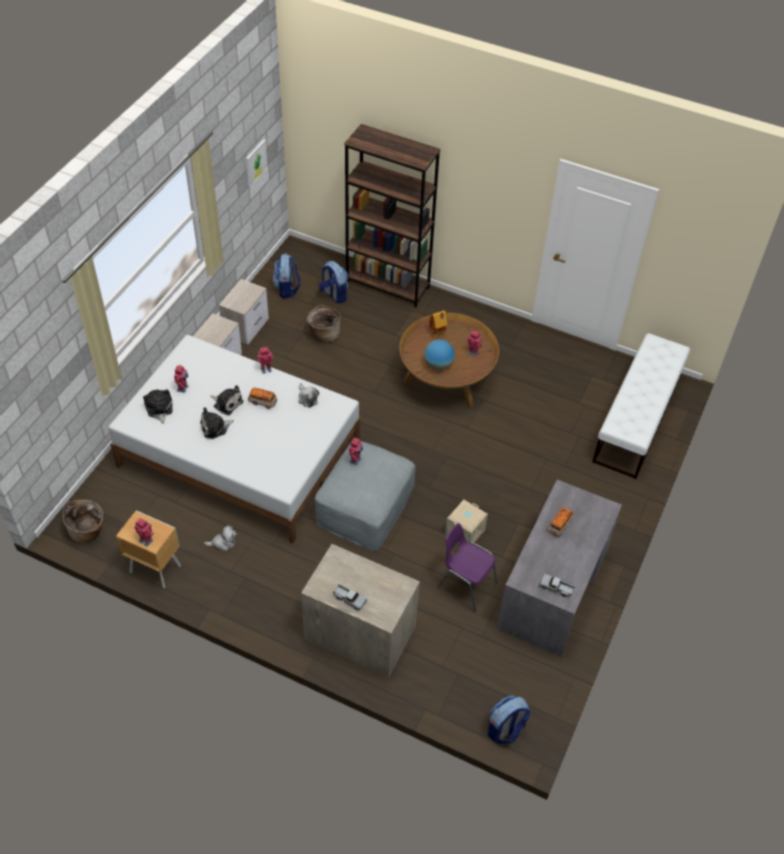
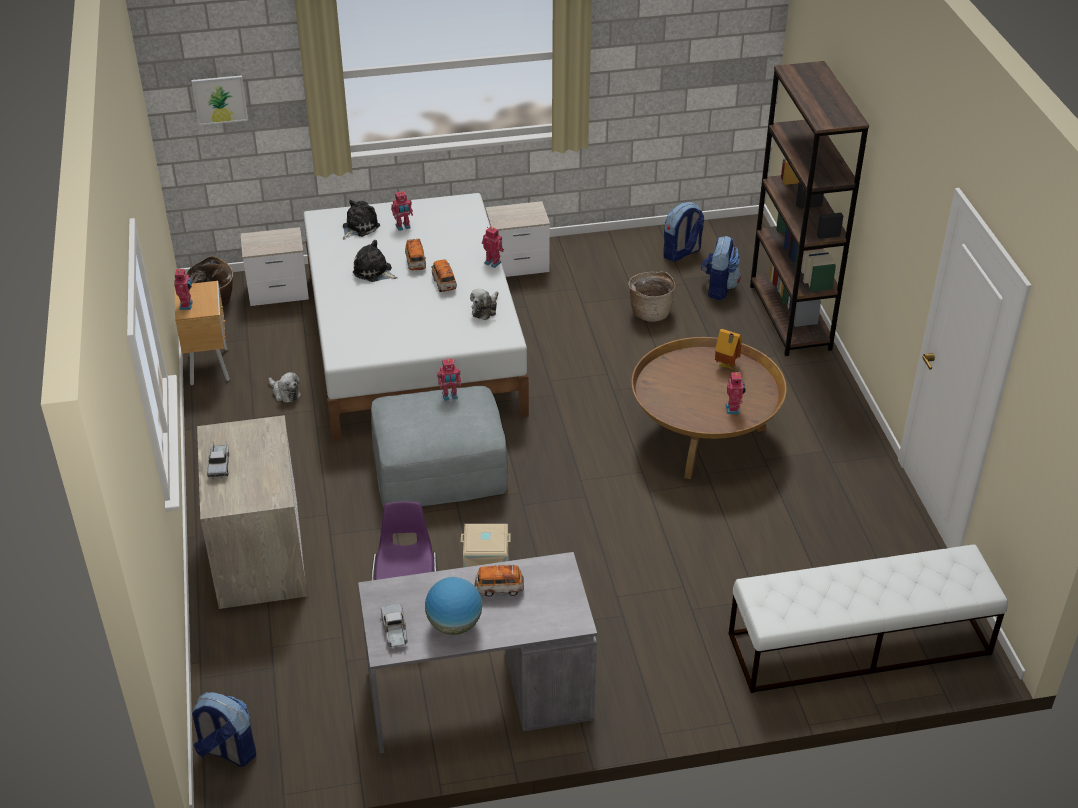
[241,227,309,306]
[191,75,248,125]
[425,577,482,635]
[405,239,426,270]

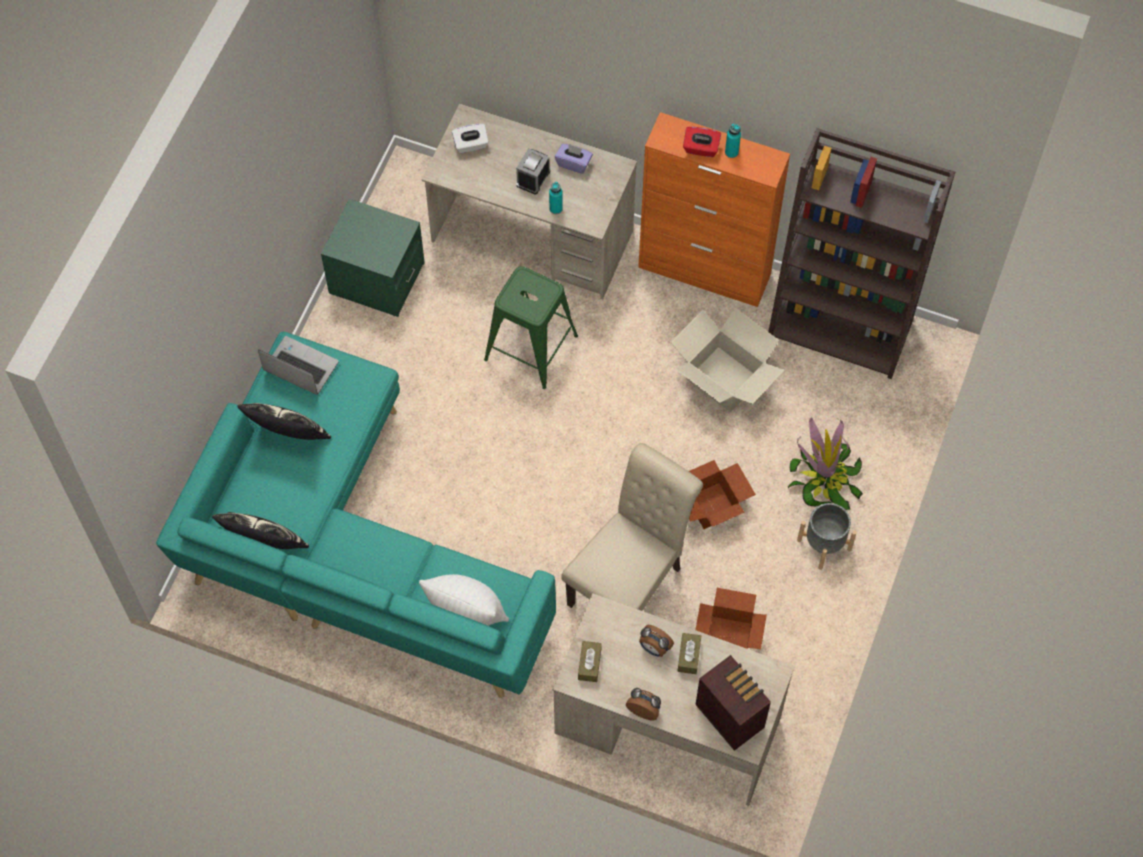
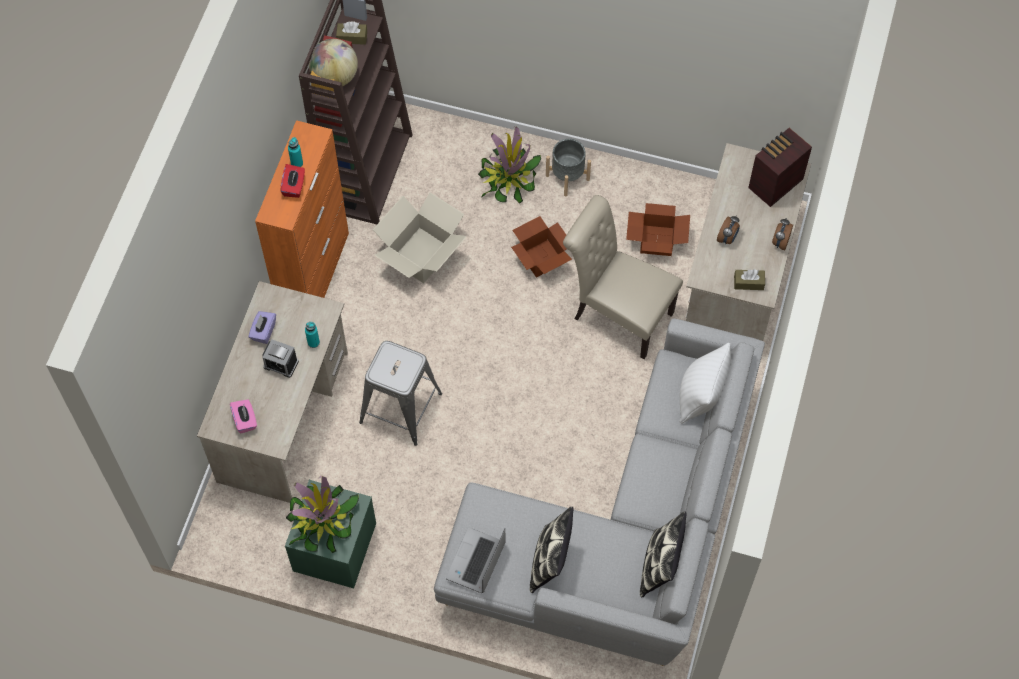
[286,476,359,553]
[309,39,358,86]
[336,21,367,45]
[434,318,765,666]
[230,399,257,433]
[359,341,442,446]

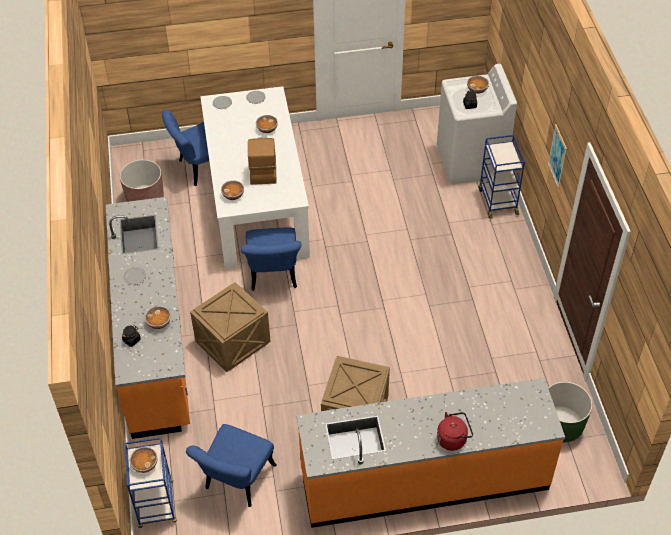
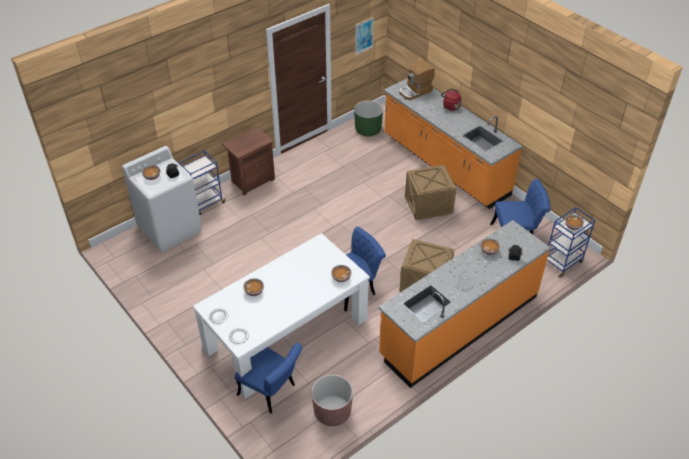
[222,127,275,196]
[399,60,435,100]
[355,17,374,56]

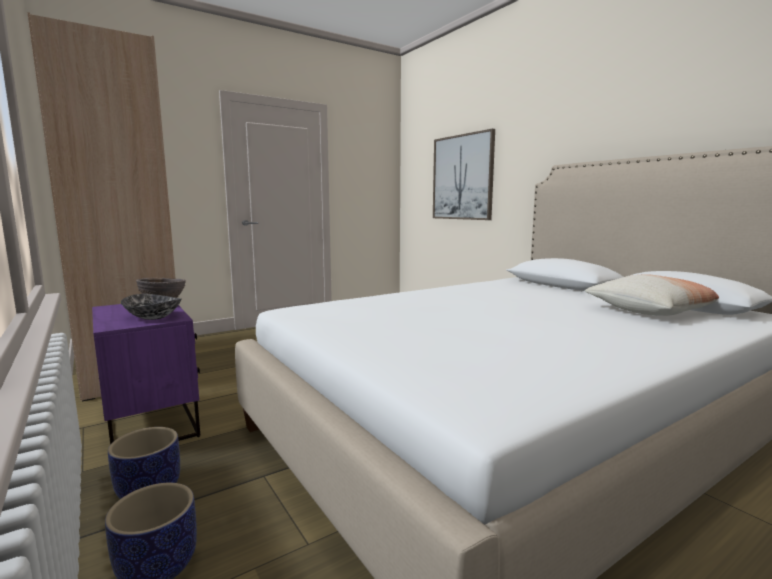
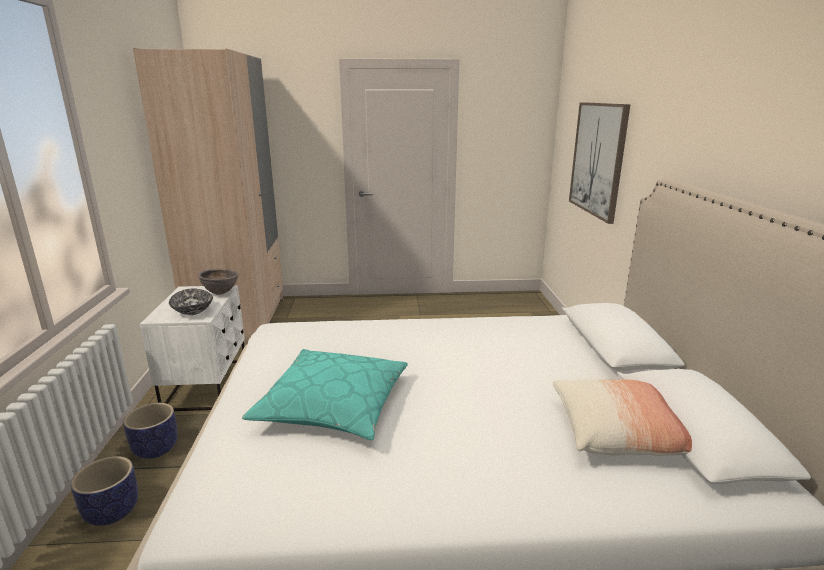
[242,349,408,440]
[140,285,245,411]

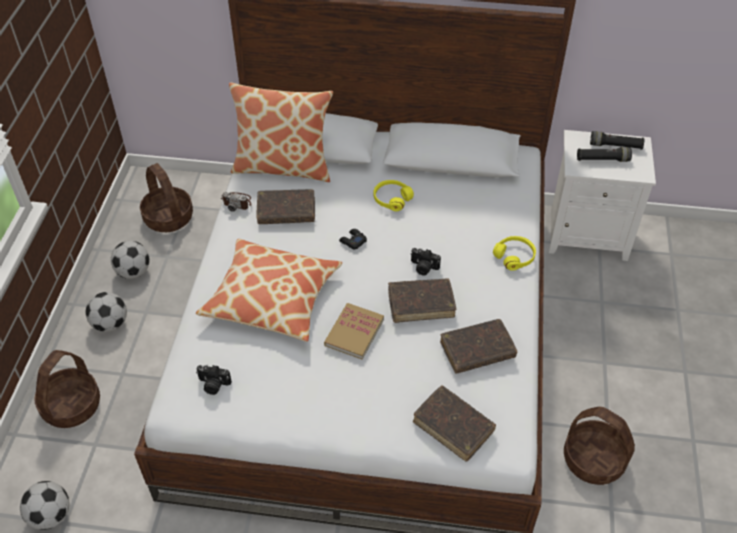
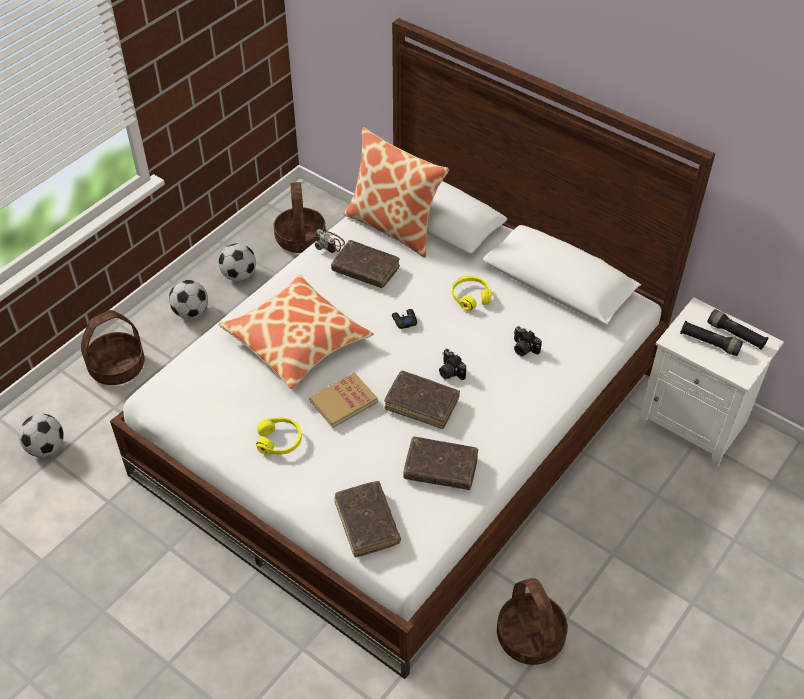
[514,326,542,356]
[256,418,302,455]

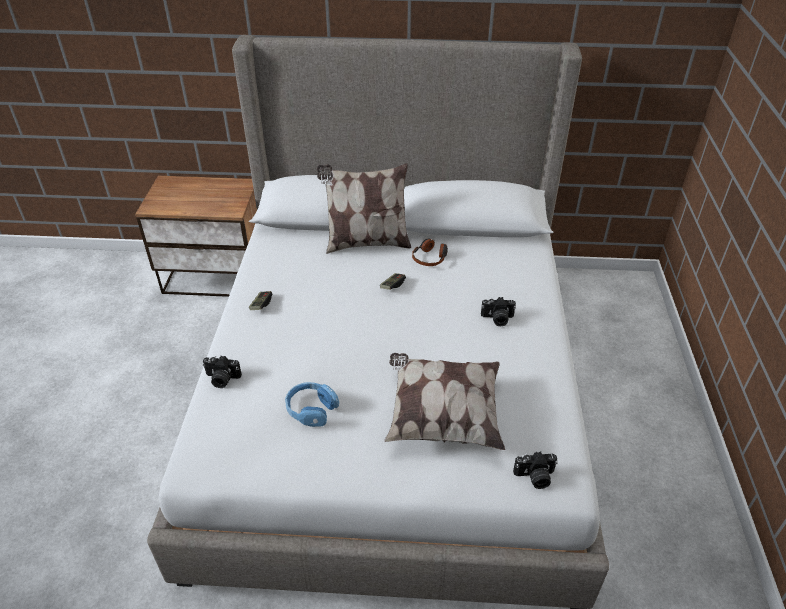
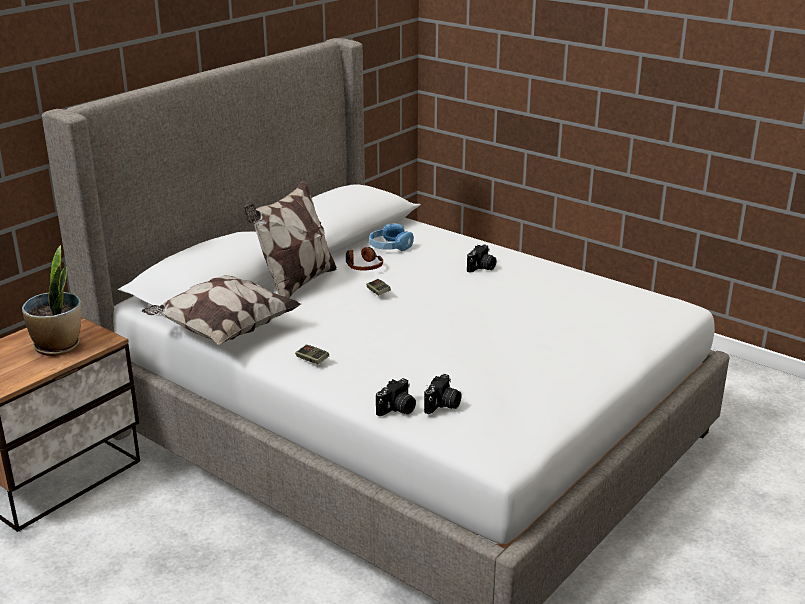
[22,245,81,356]
[369,223,414,251]
[142,275,301,345]
[424,374,461,414]

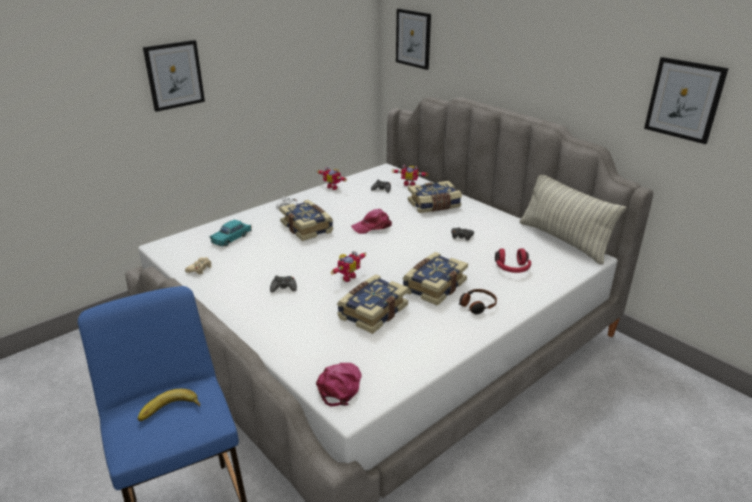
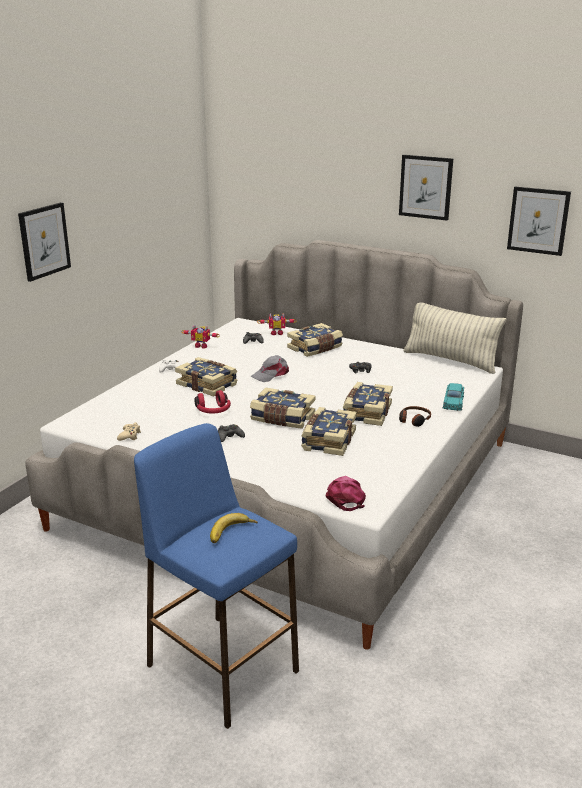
[443,383,464,411]
[399,155,453,221]
[194,390,231,414]
[250,388,316,429]
[251,355,289,382]

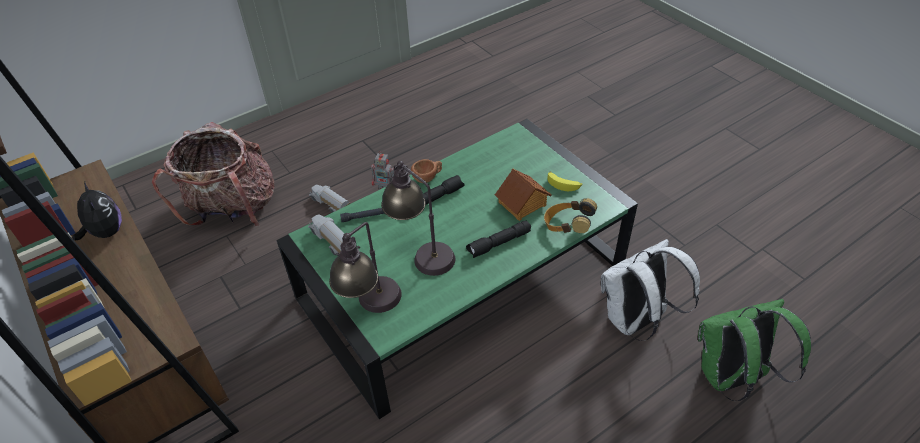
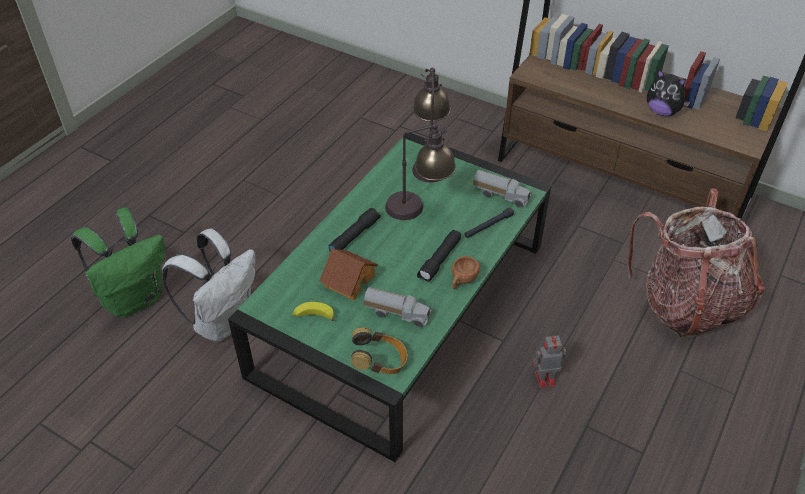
[364,287,432,327]
[351,327,408,374]

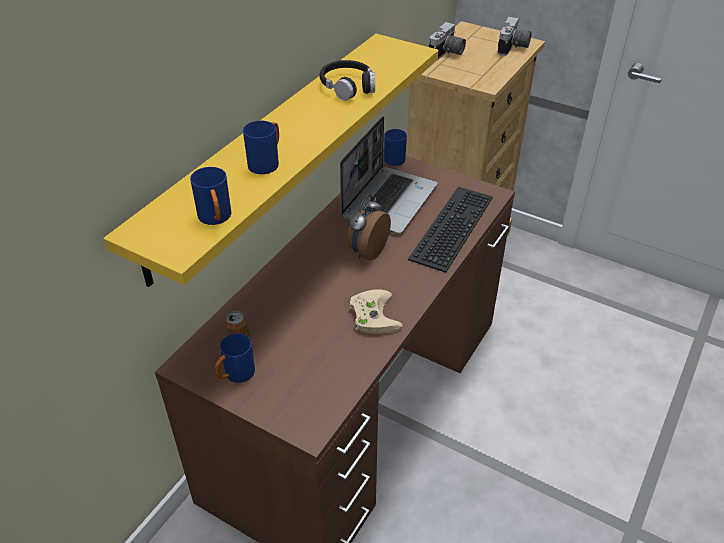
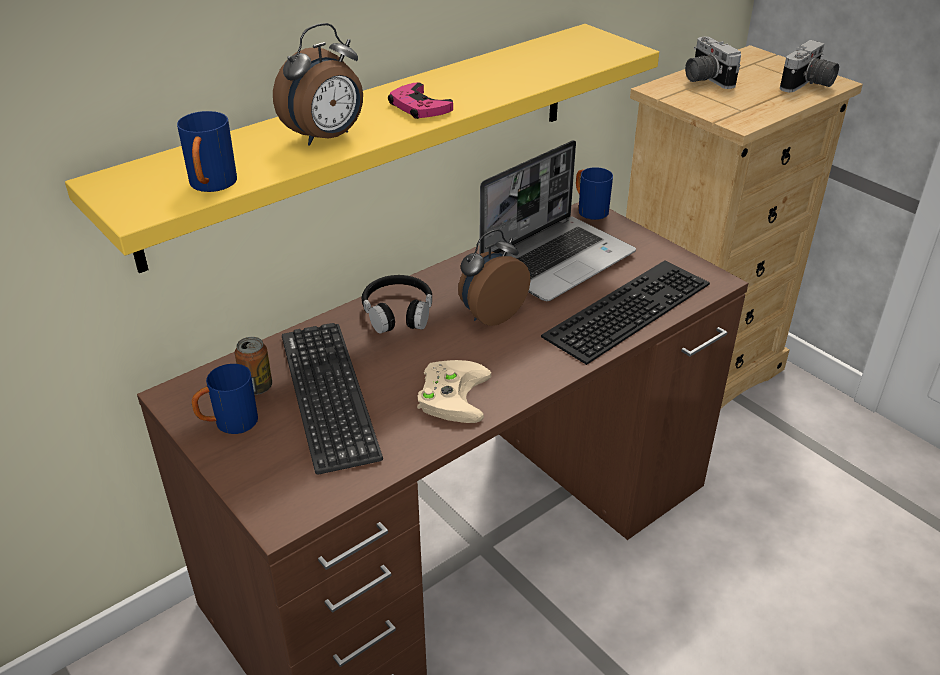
[282,323,383,474]
[388,82,453,119]
[361,275,432,334]
[273,23,363,146]
[685,37,741,89]

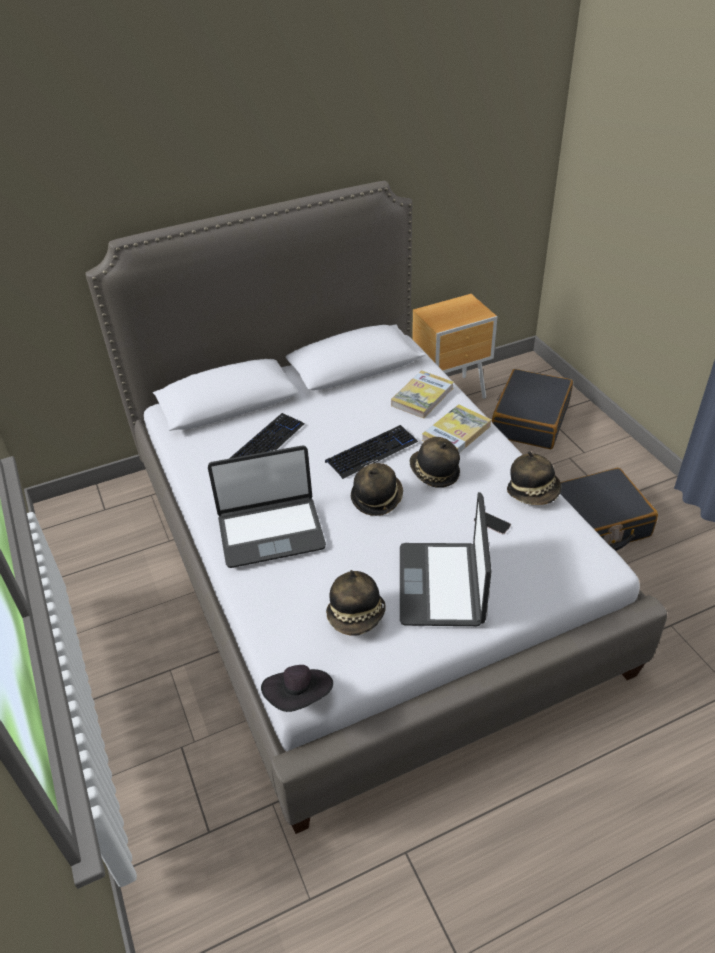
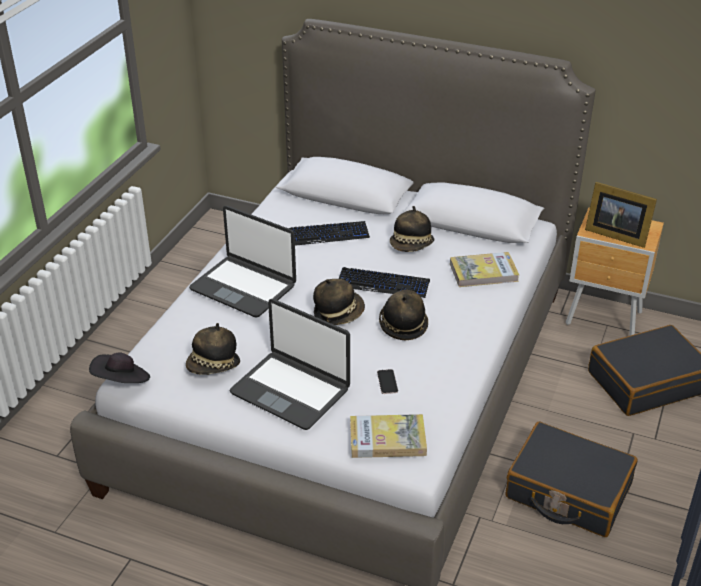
[585,182,657,248]
[350,414,427,458]
[390,206,434,252]
[230,299,350,430]

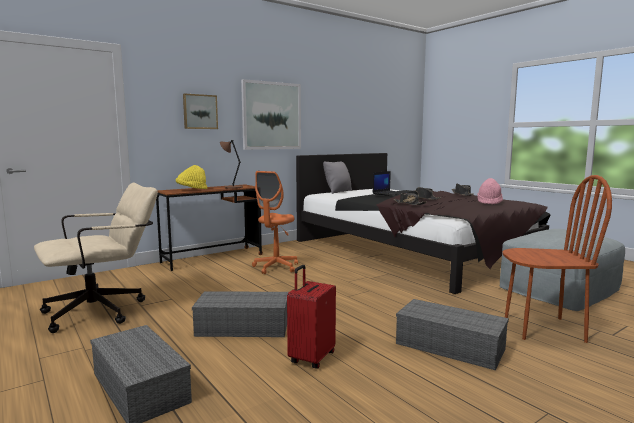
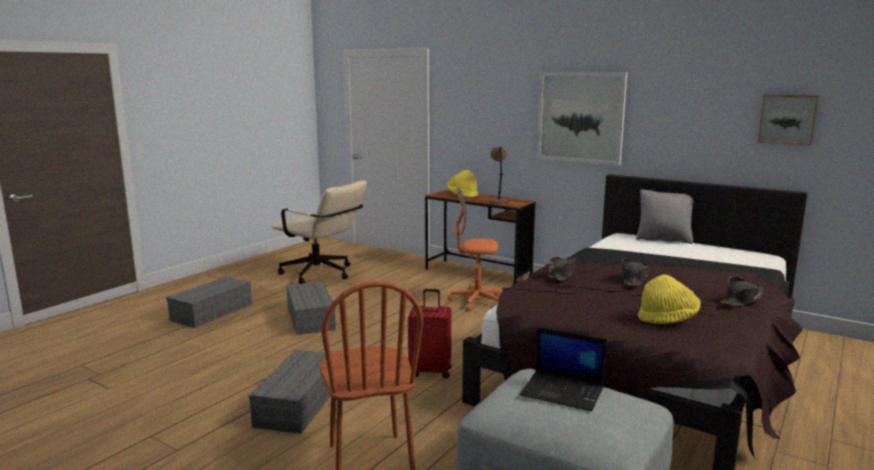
[757,94,819,145]
[408,289,452,379]
[520,327,607,412]
[638,275,701,324]

